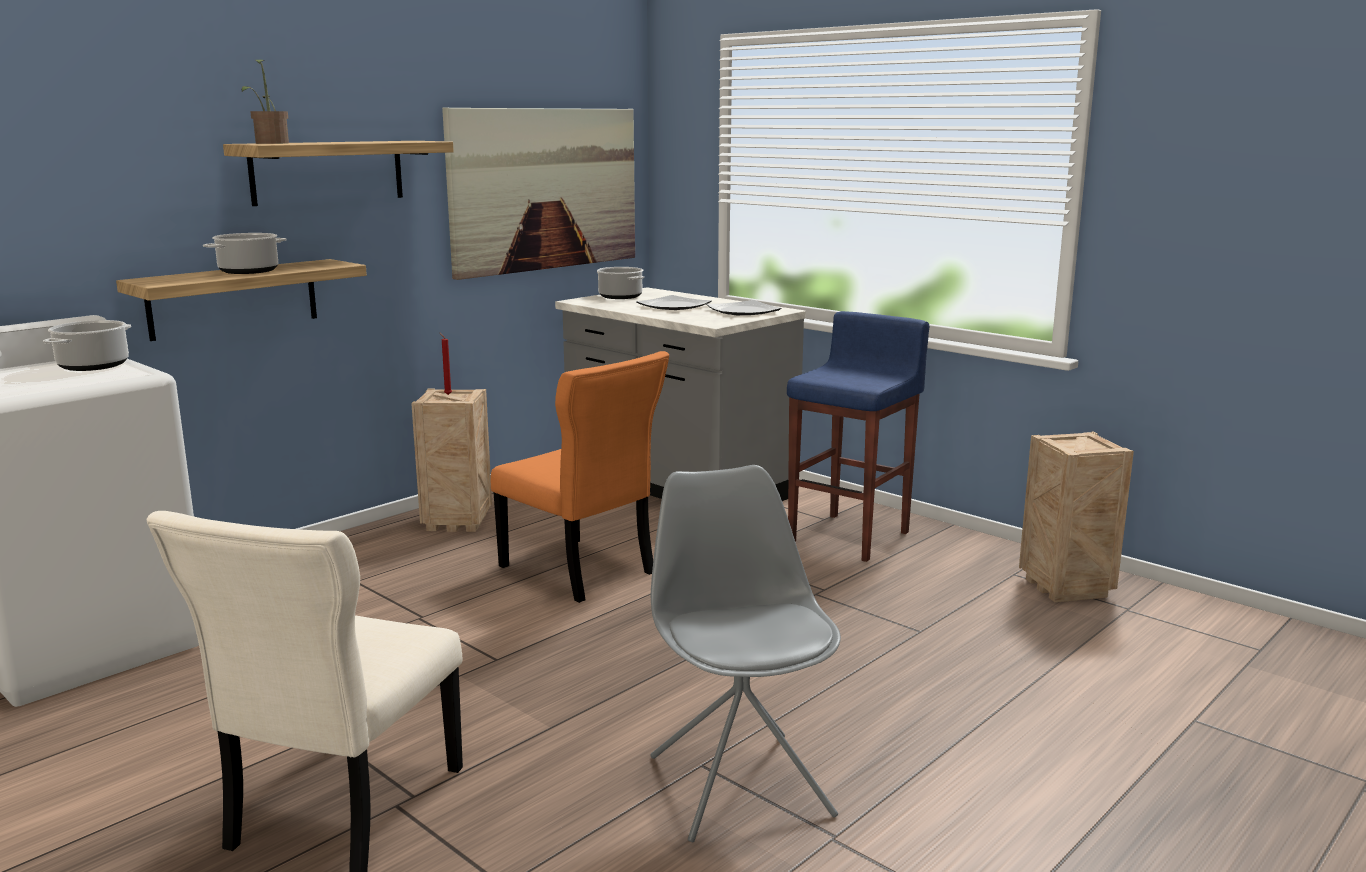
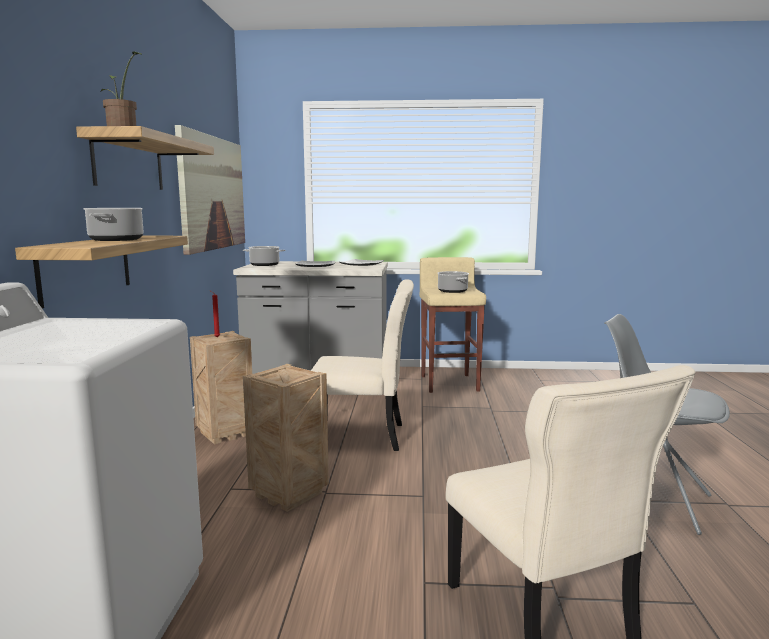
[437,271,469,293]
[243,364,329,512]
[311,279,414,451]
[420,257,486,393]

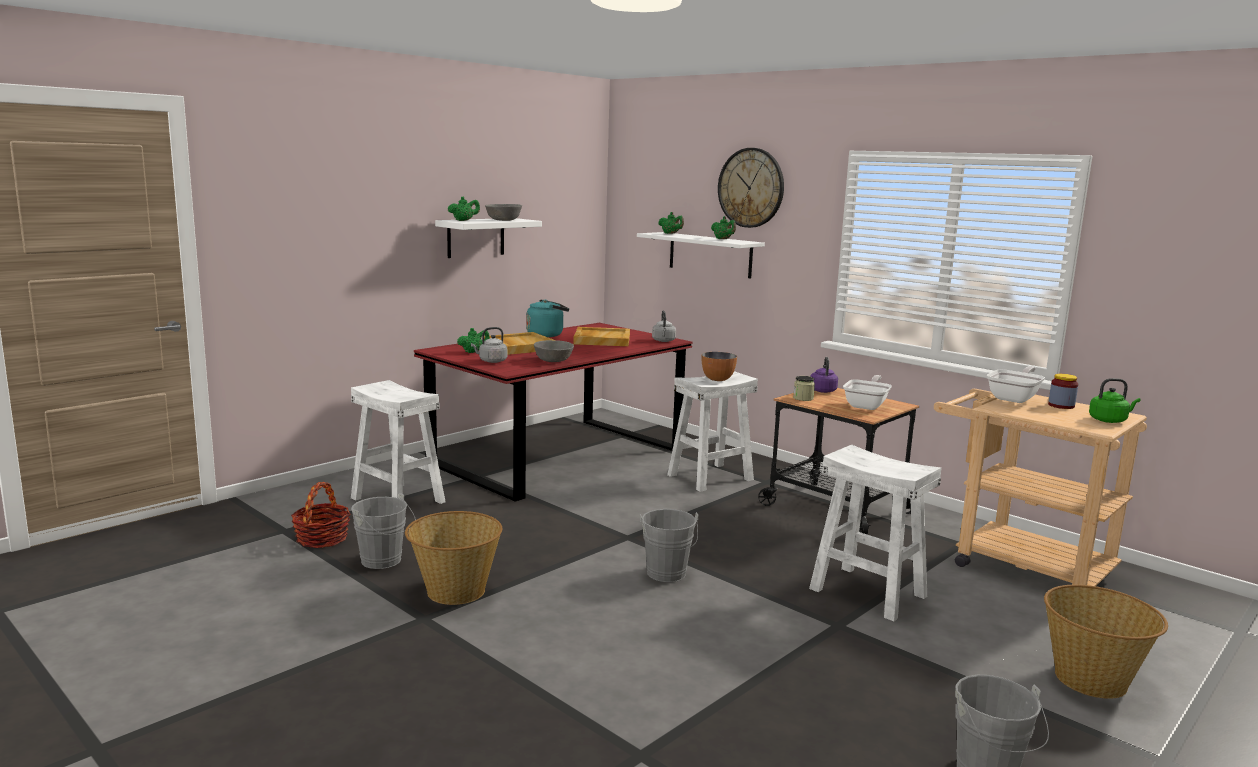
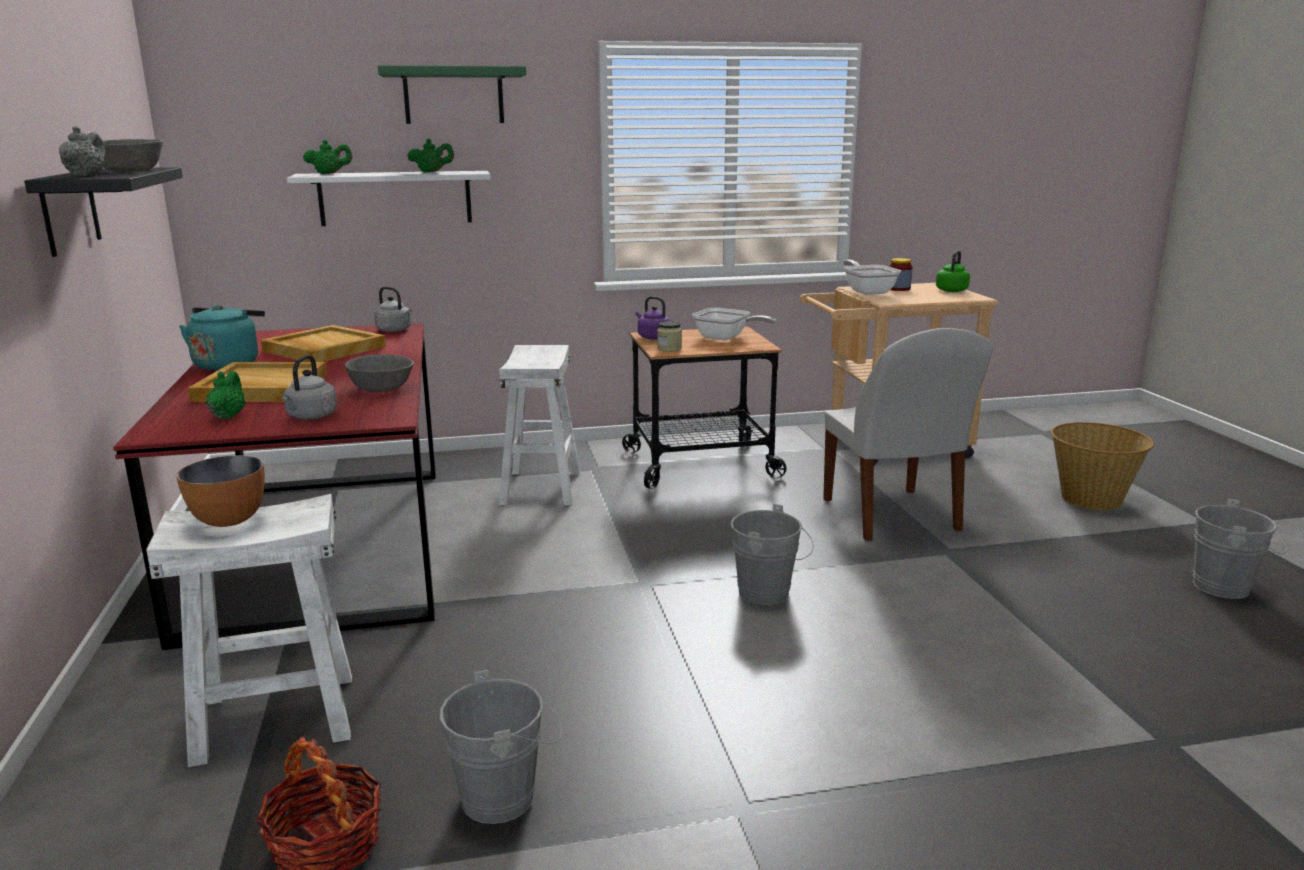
[405,511,502,605] (first image)
[176,455,265,527]
[378,65,526,124]
[823,328,993,541]
[25,167,183,257]
[59,126,105,177]
[692,308,776,340]

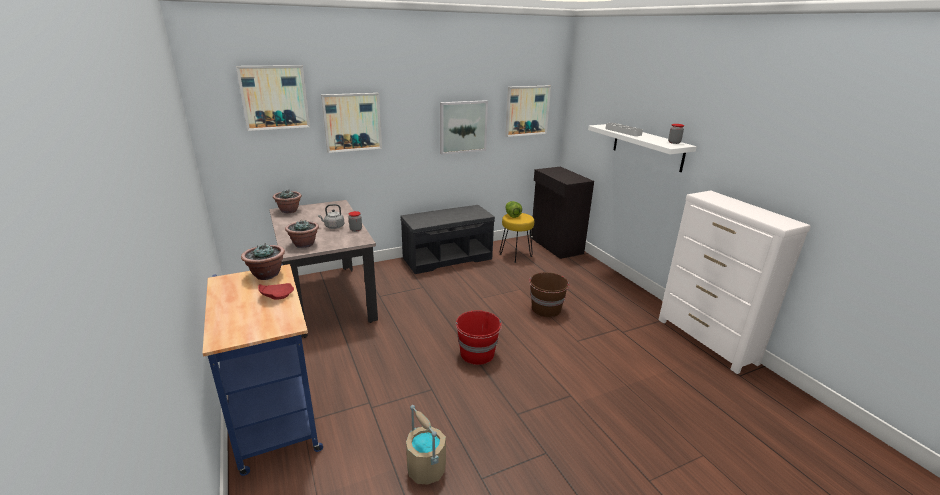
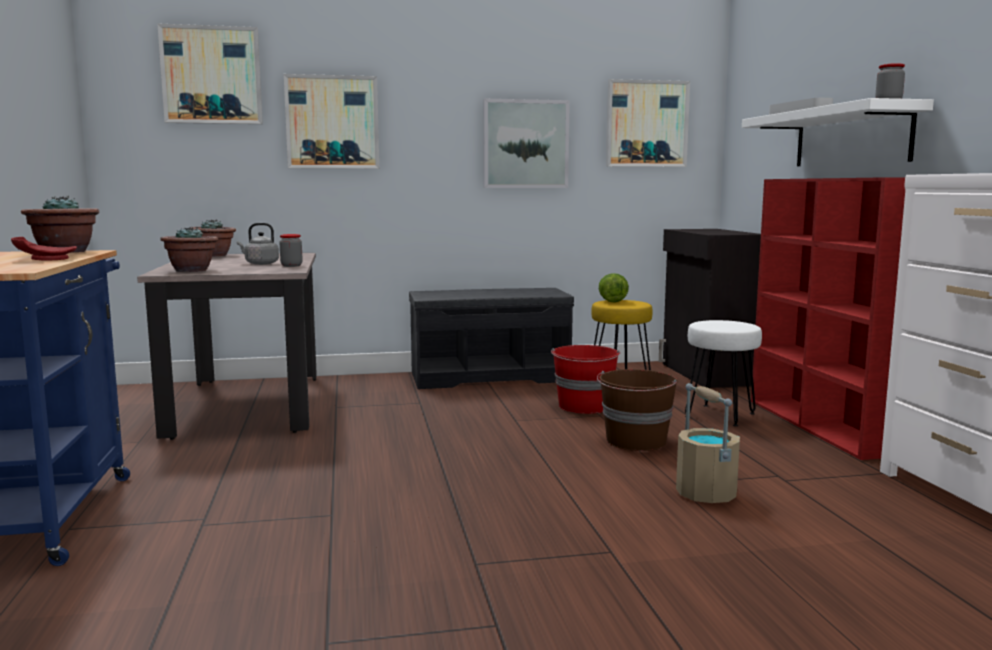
[685,320,762,426]
[751,177,905,460]
[676,383,740,503]
[551,345,620,414]

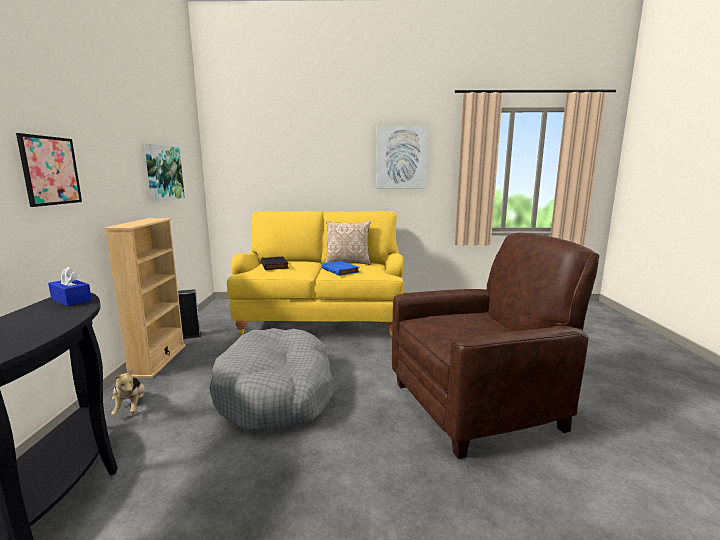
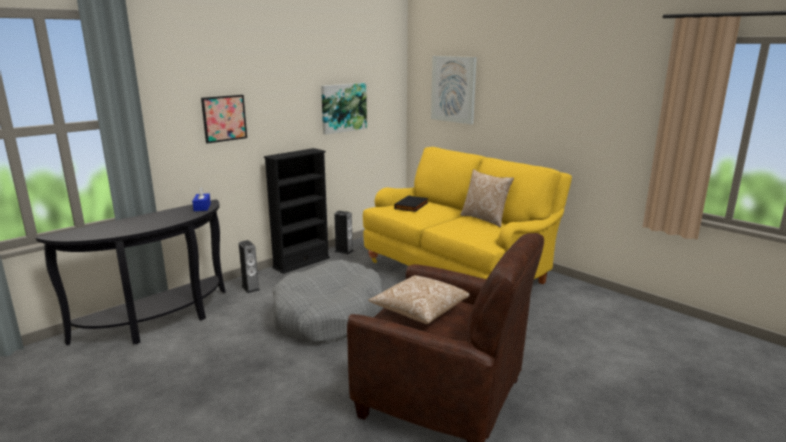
[322,261,359,276] (first image)
[368,275,470,324]
[431,56,477,124]
[239,240,260,293]
[264,148,330,274]

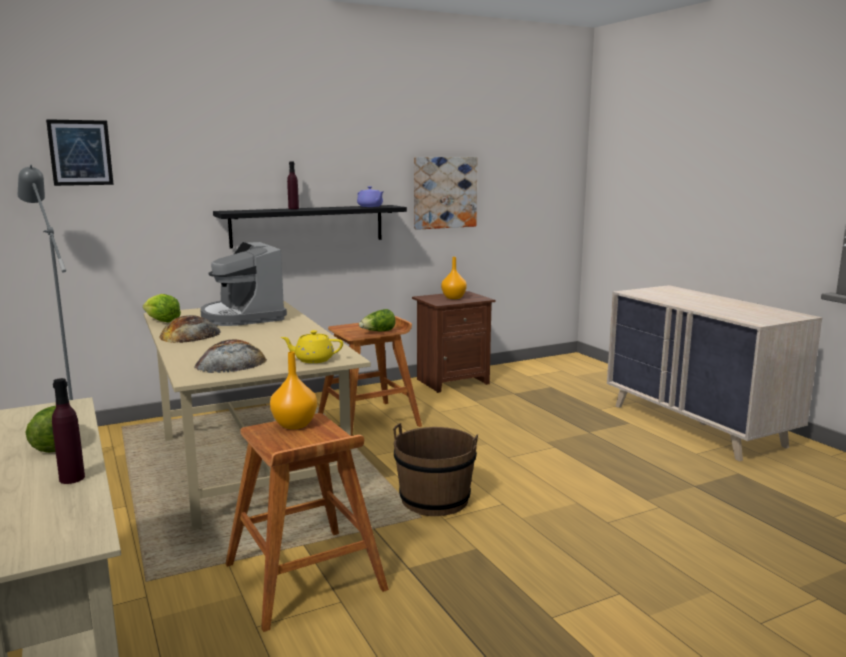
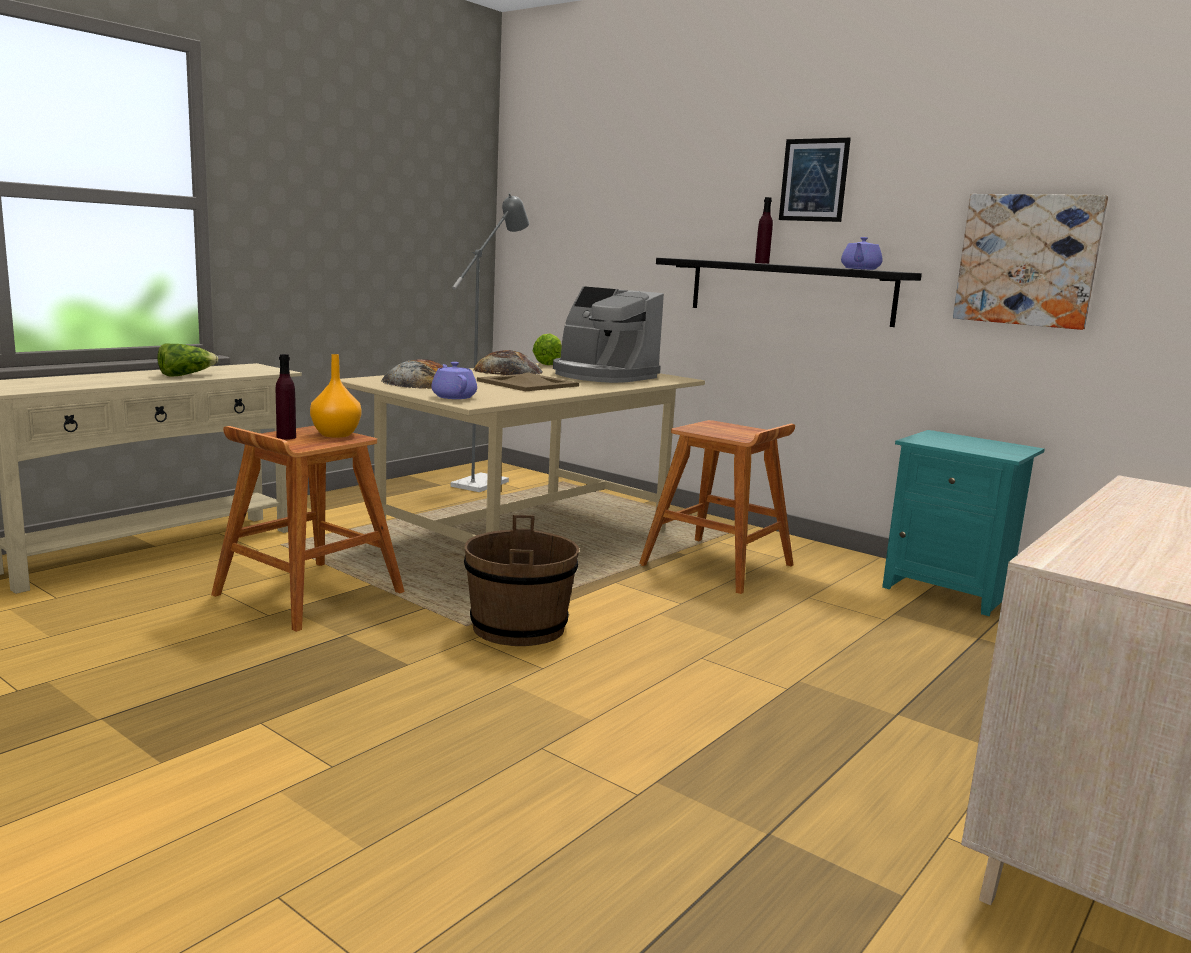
[359,309,396,331] (first image)
[441,257,467,299] (first image)
[477,372,579,391]
[779,138,851,222]
[276,354,296,440]
[431,362,477,399]
[882,430,1045,616]
[553,286,664,383]

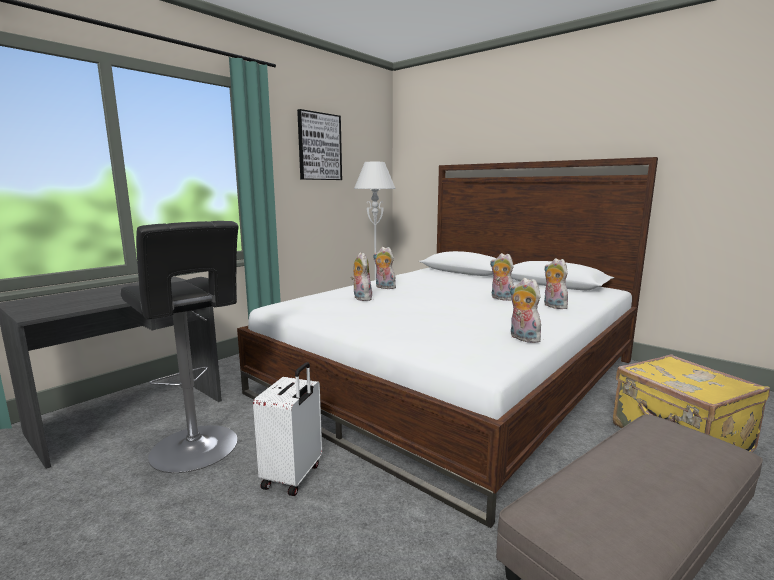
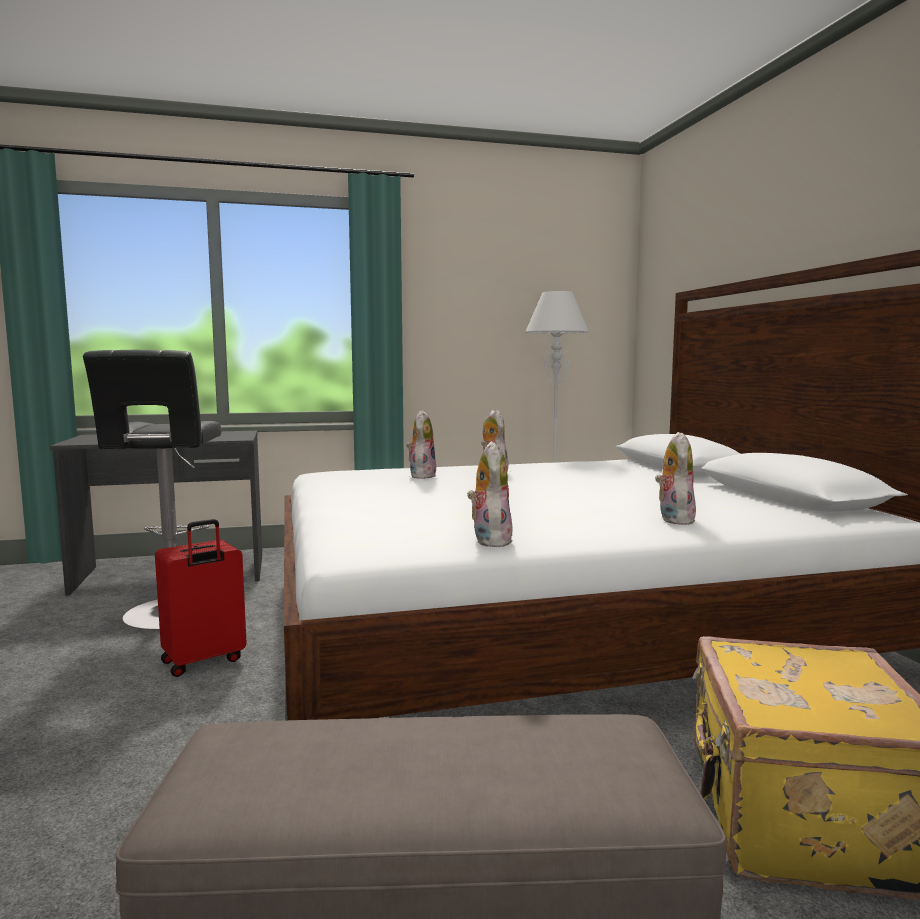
[297,109,342,180] (first image)
[490,253,514,301] (first image)
[155,519,247,677]

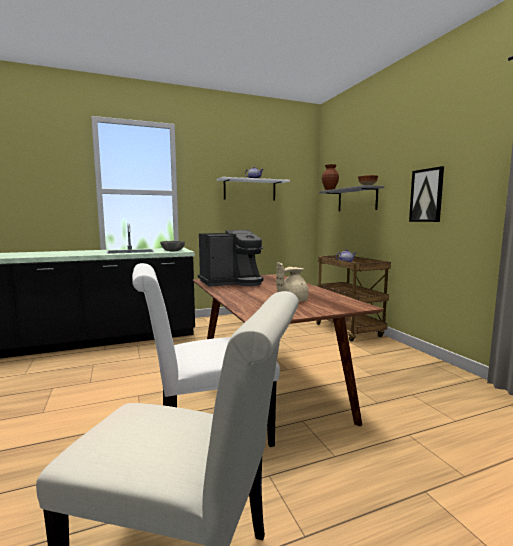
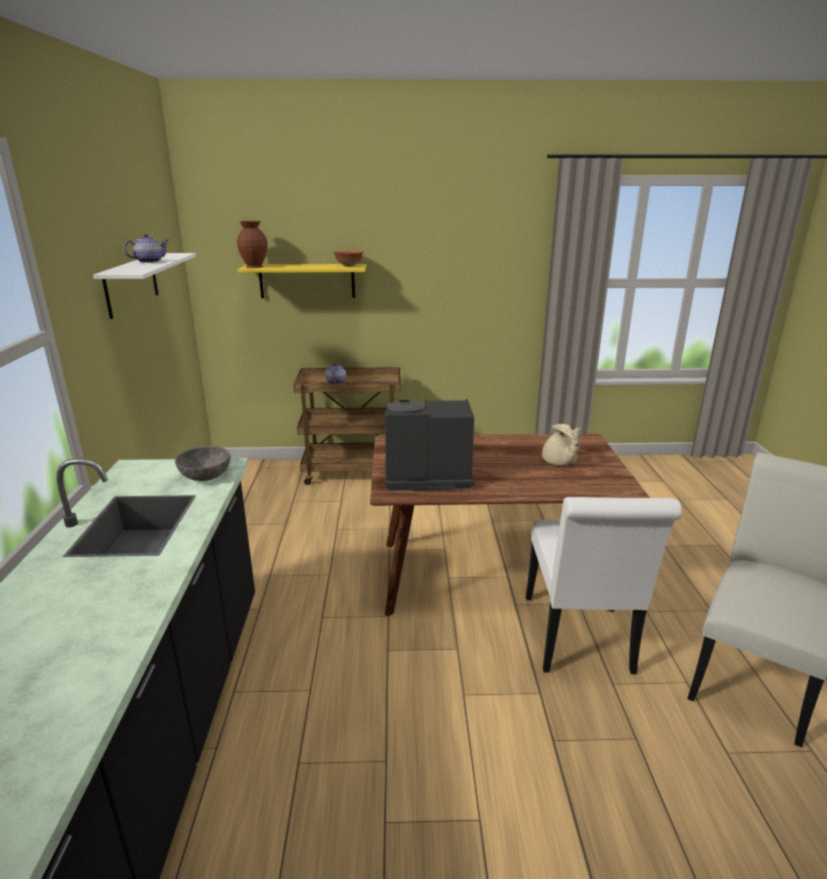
[409,166,444,222] (first image)
[238,264,366,298]
[385,399,474,491]

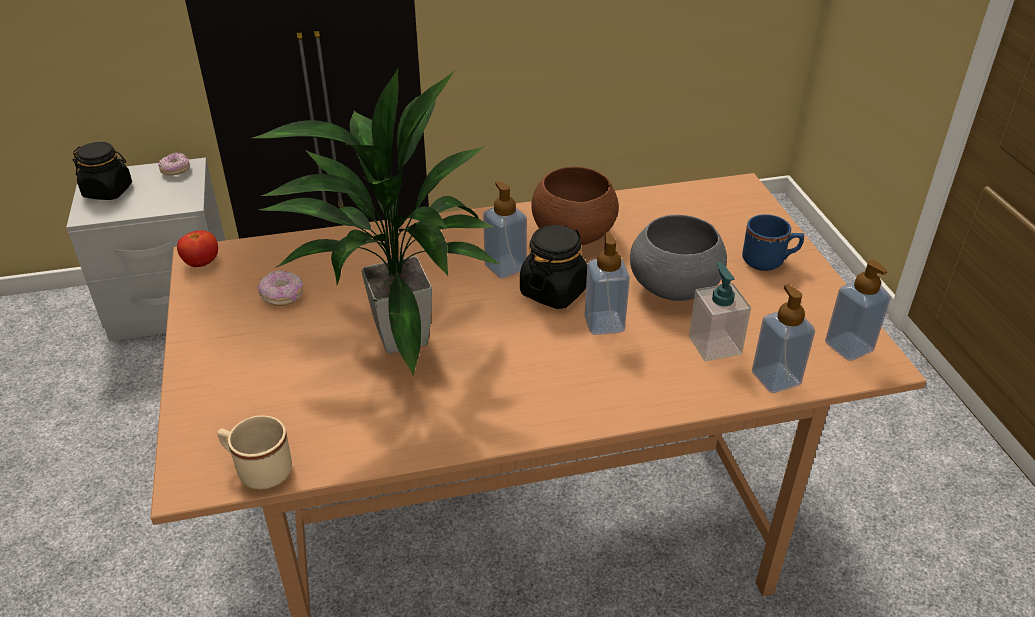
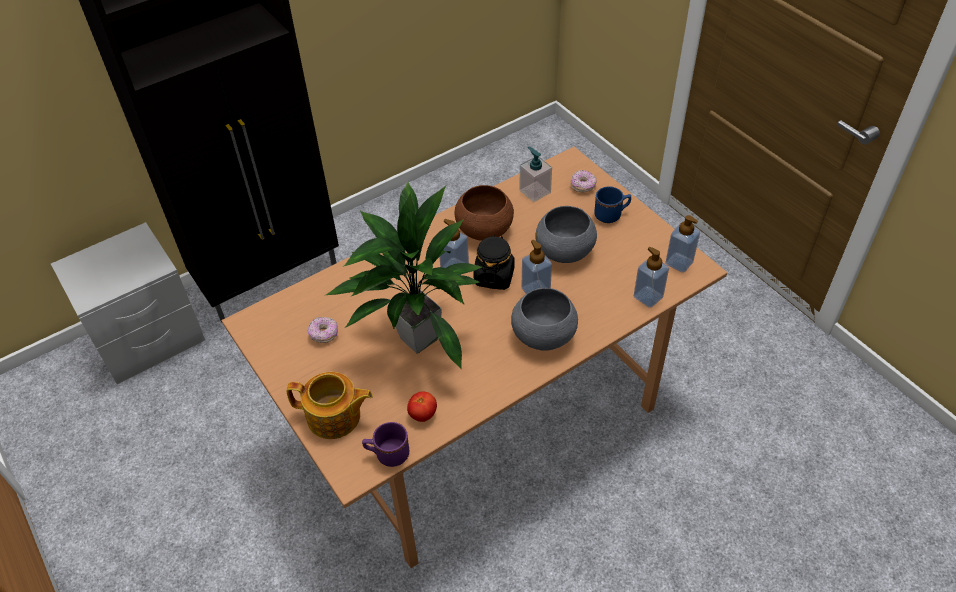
[73,142,132,200] (first image)
[287,372,373,439]
[511,288,578,351]
[570,170,597,192]
[407,391,437,422]
[519,146,552,202]
[362,422,409,467]

